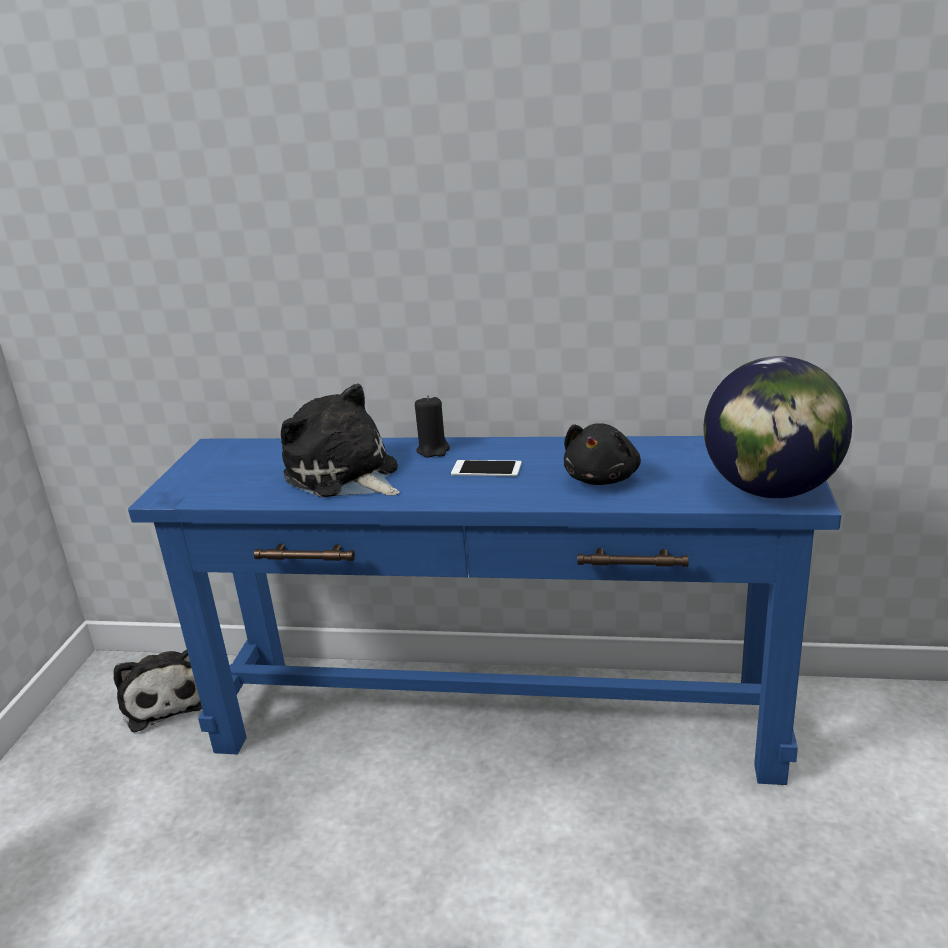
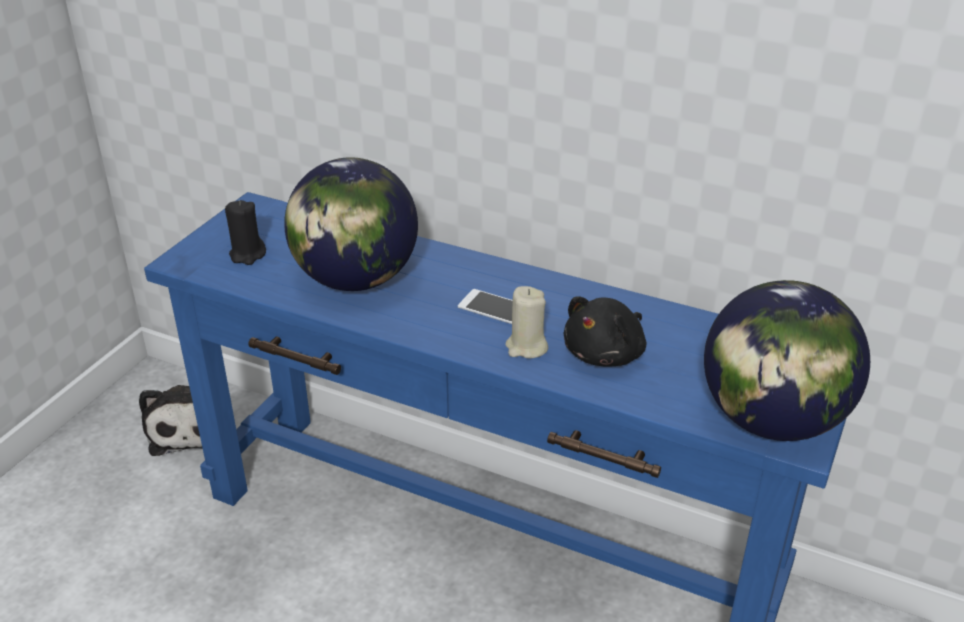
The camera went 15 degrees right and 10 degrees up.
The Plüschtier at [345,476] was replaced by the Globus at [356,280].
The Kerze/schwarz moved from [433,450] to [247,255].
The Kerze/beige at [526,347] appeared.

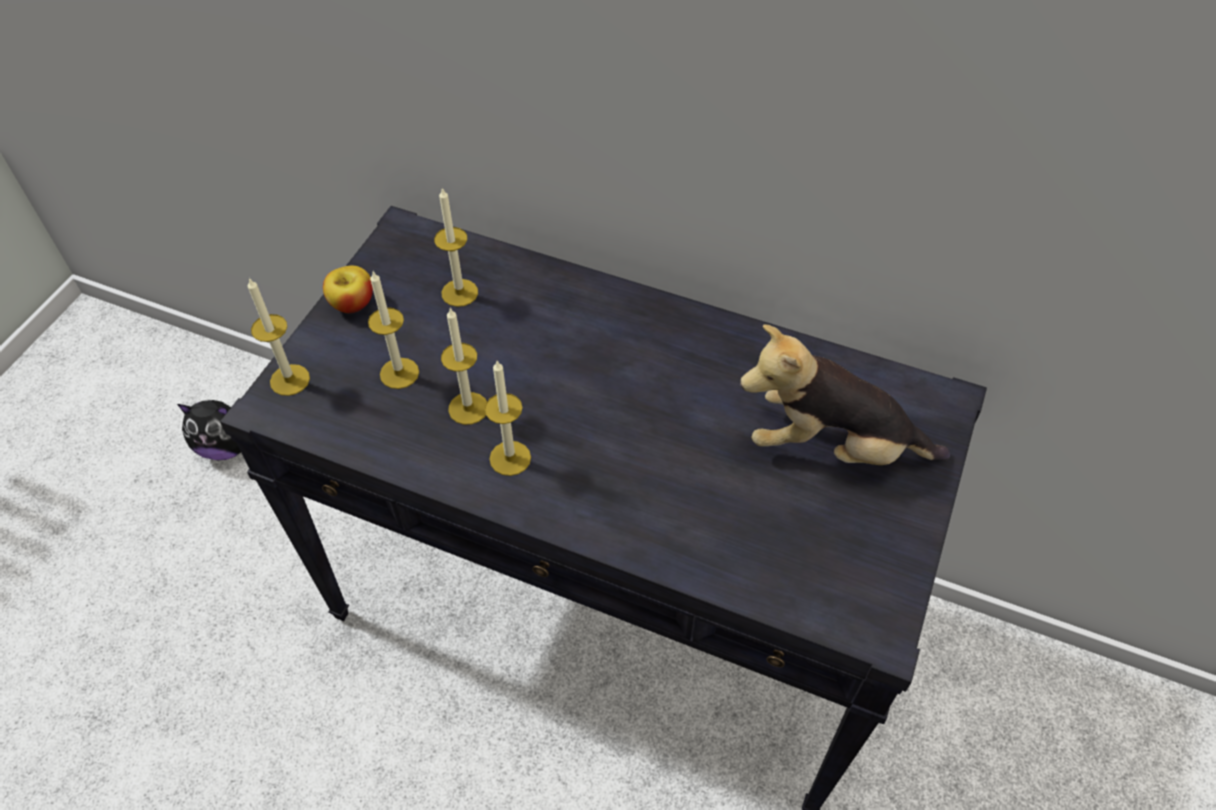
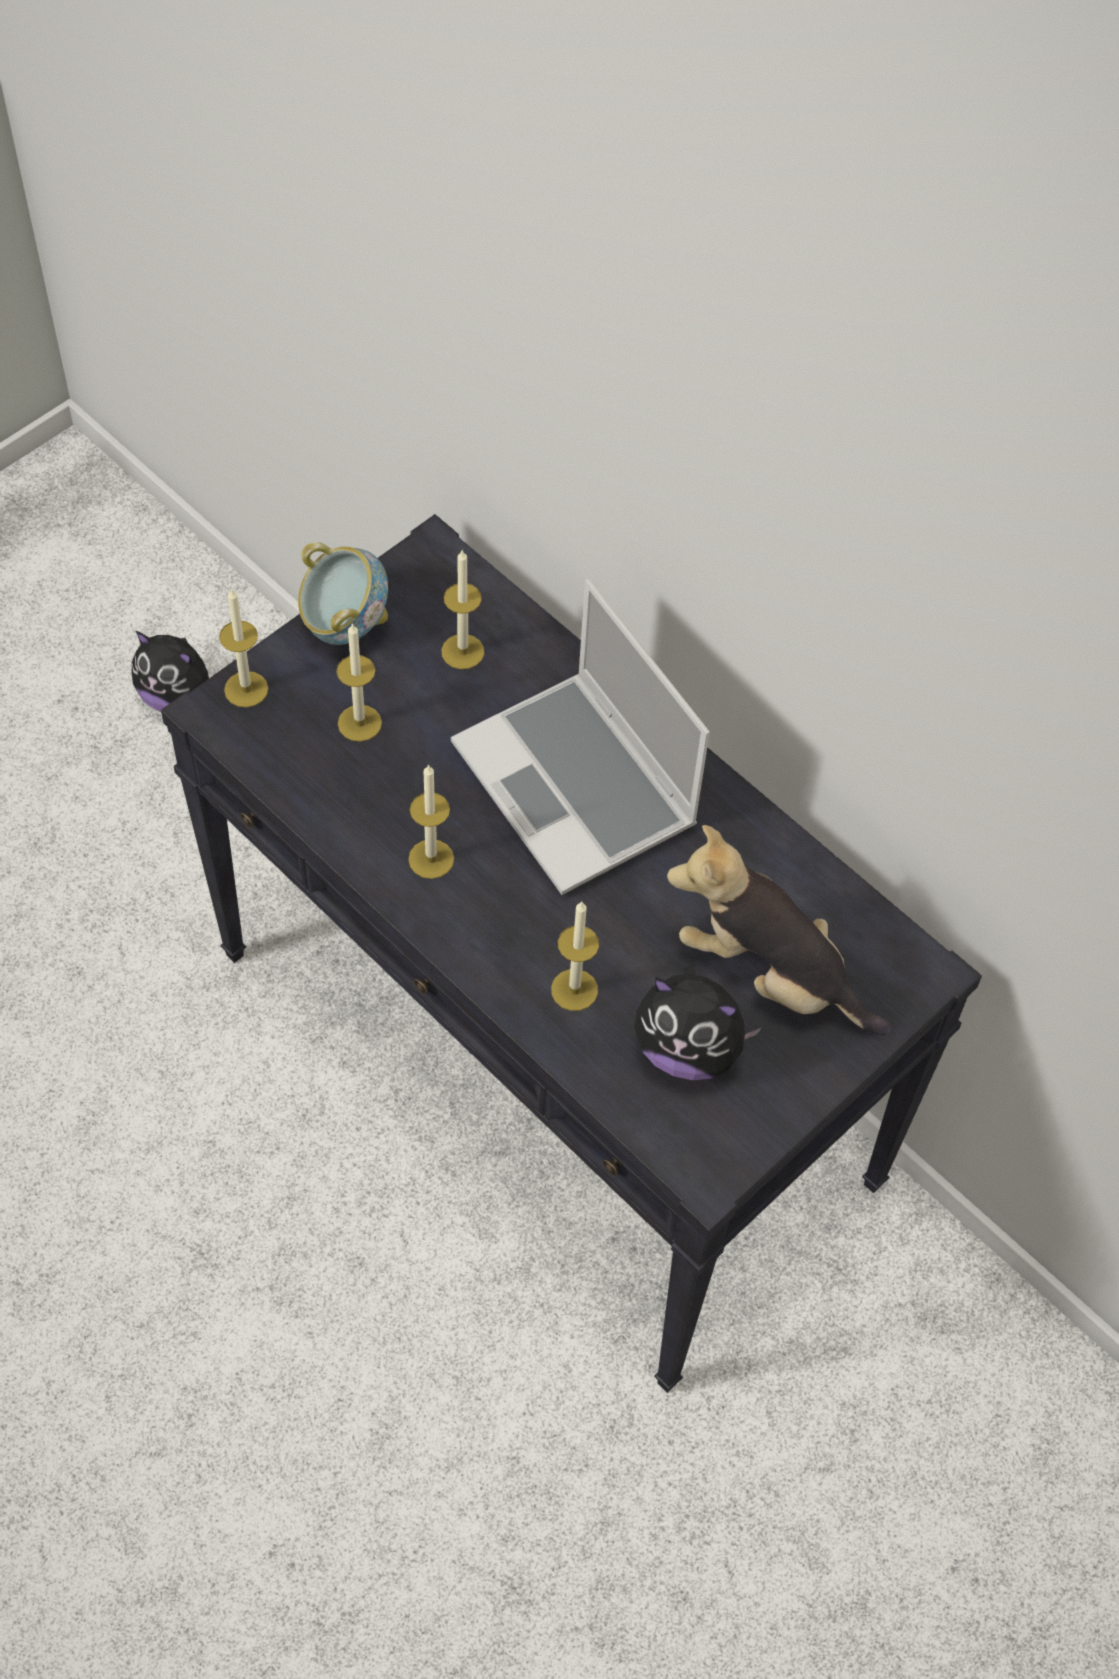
The camera went 20 degrees right and 5 degrees up.
The Apfel at [352,304] was replaced by the Schüssel at [344,623].
The Kerze moved from [468,408] to [574,990].
The Laptop at [578,786] appeared.
The Plüschtier at [688,1048] appeared.

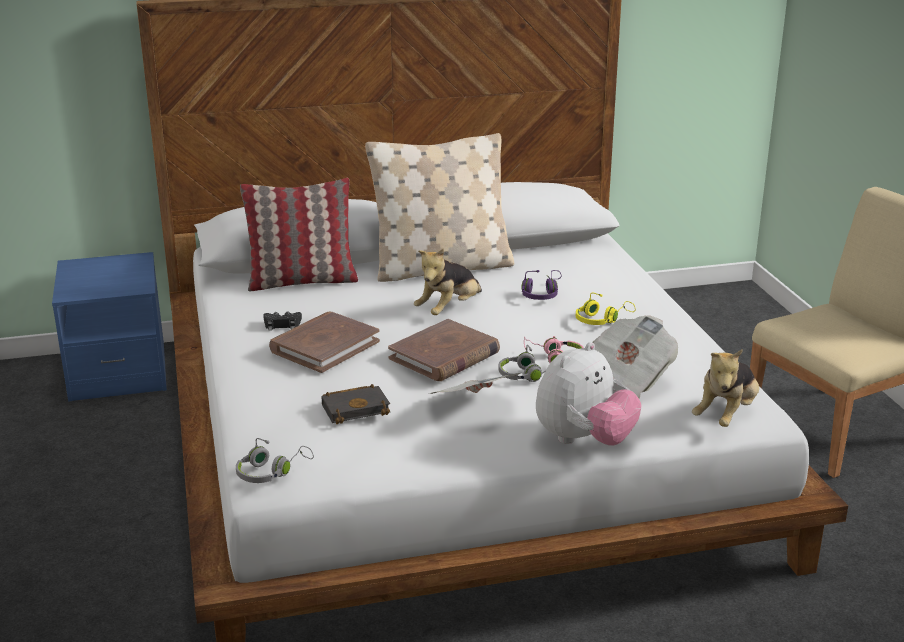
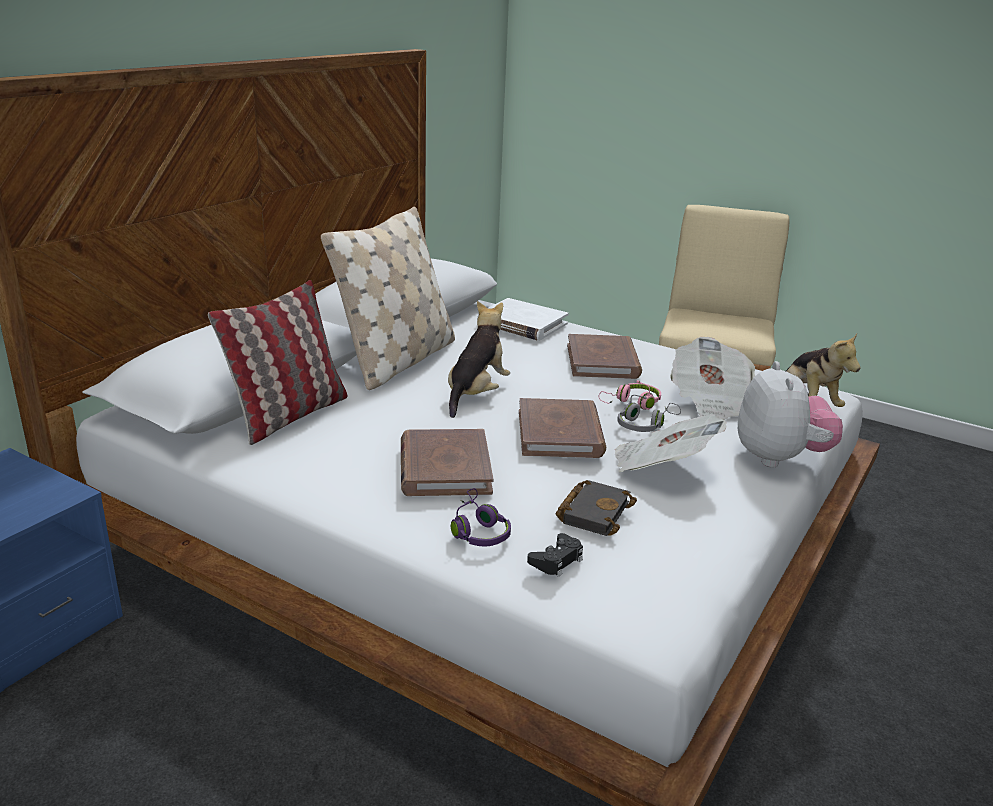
The camera went 45 degrees left and 0 degrees up.
The Plüschtier at [449,309] turned 150 degrees counterclockwise.
The Kopfhörer/lila moved from [541,293] to [478,530].
The Kopfhörer/gelb at [601,319] was replaced by the Buch/braun at [603,361].
The Gamepad/schwarz moved from [282,324] to [556,560].
The Kopfhörer/grau at [271,472] disappeared.
The Buch/weiß at [522,324] appeared.

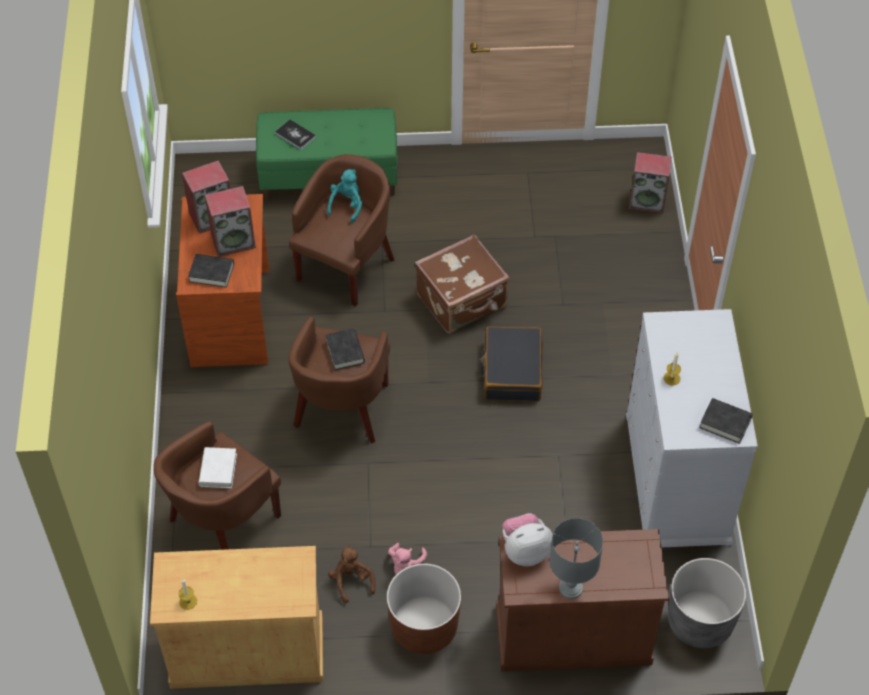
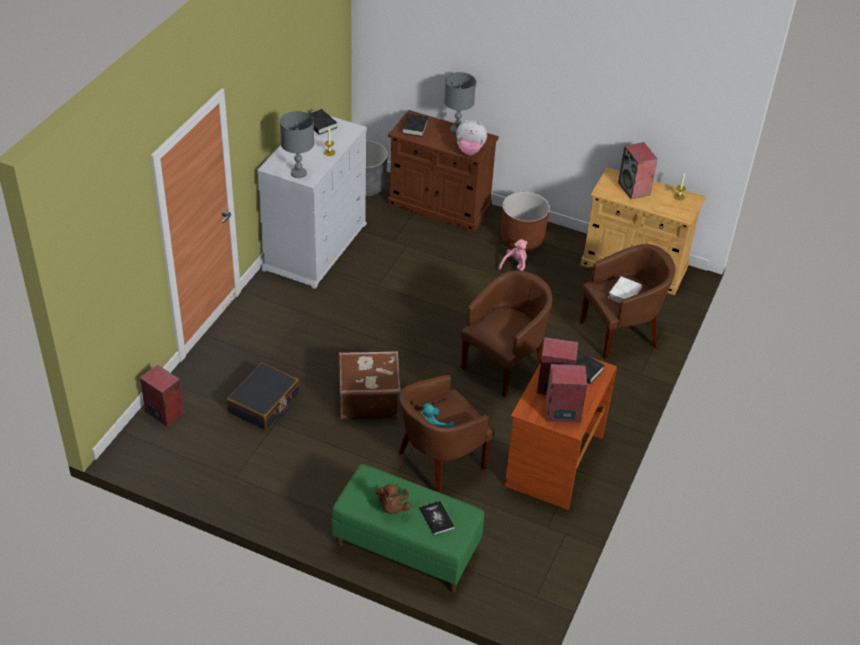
The camera went 155 degrees left and 10 degrees down.
The Koffer/schwarz moved from [512,371] to [264,403].
The Buch/schwarz moved from [345,351] to [414,127].
The Plüschtier/braun moved from [351,581] to [392,507].
The Tischlampe/grau at [298,173] appeared.
The Lautsprecher at [634,189] appeared.

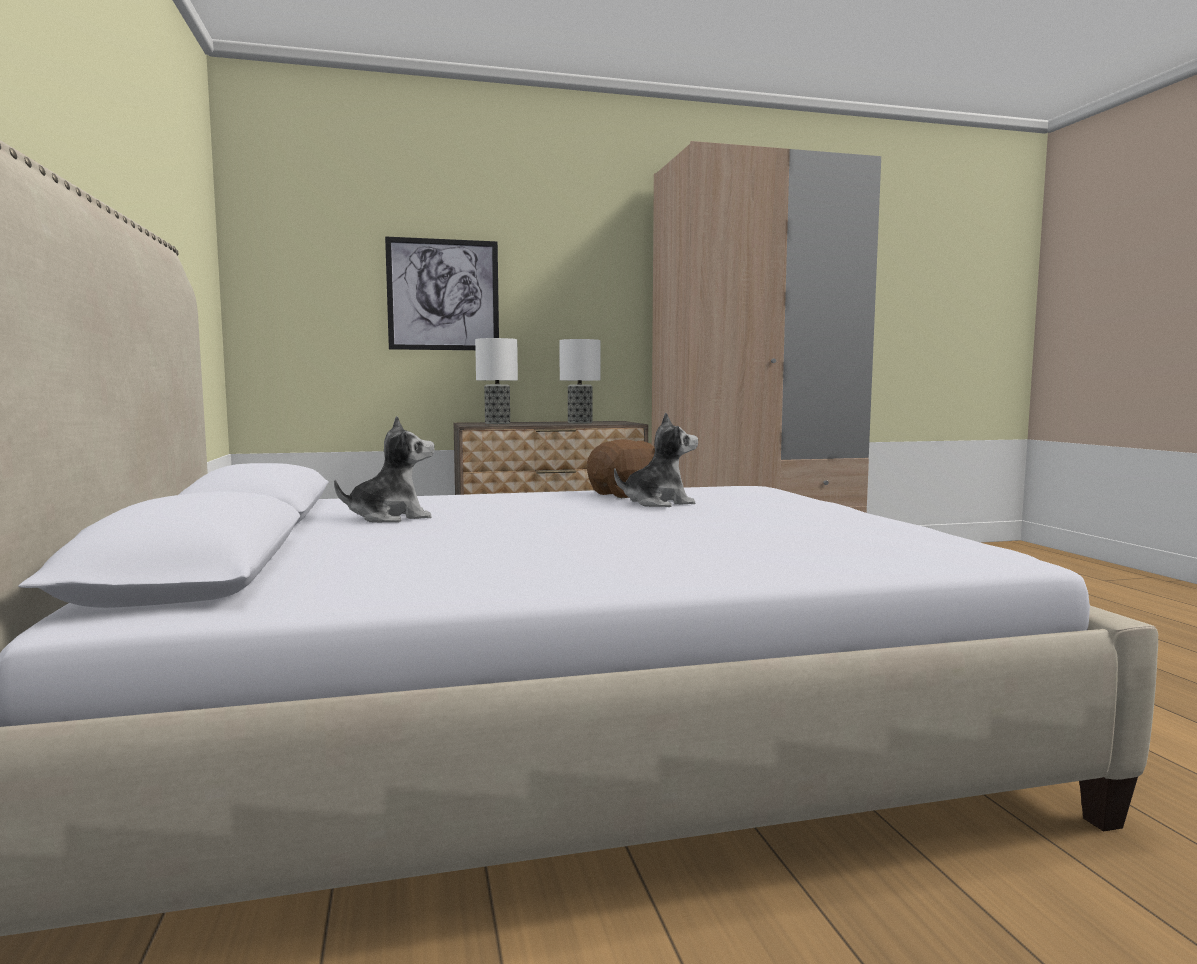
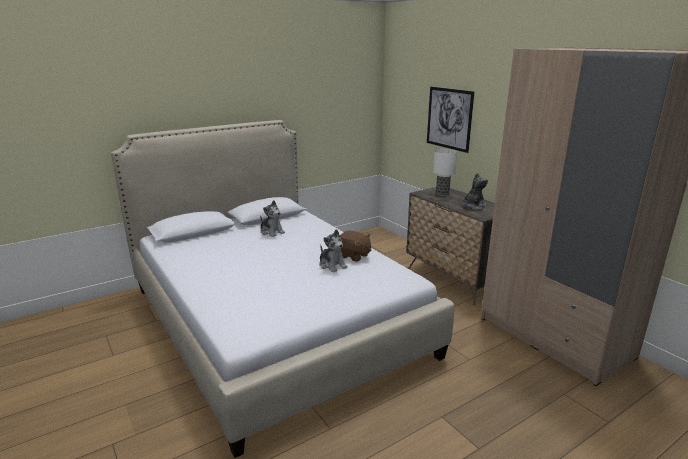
The camera went 70 degrees right and 15 degrees up.
The Tischlampe at [579,423] was replaced by the Plüschtier at [473,206].

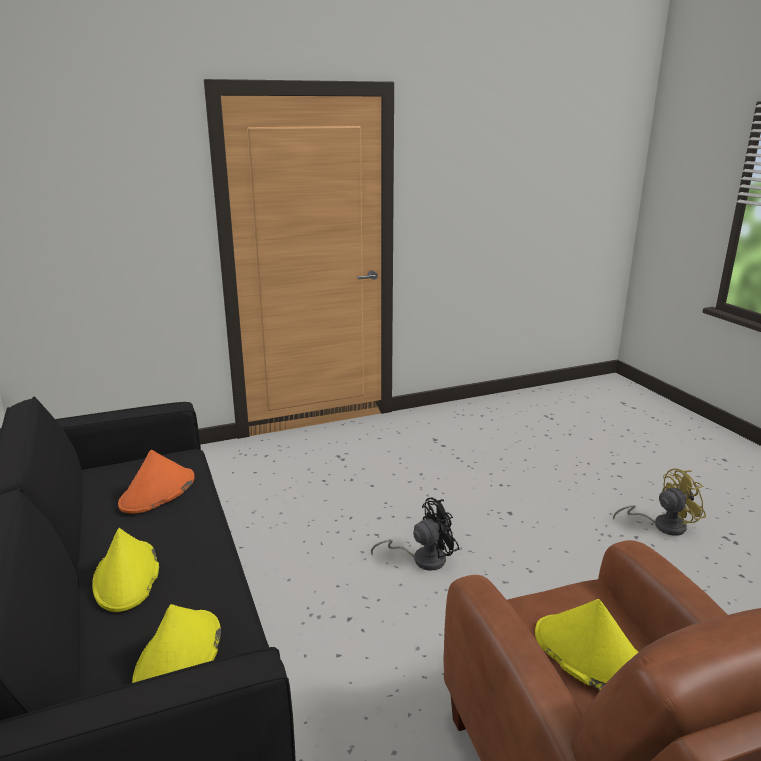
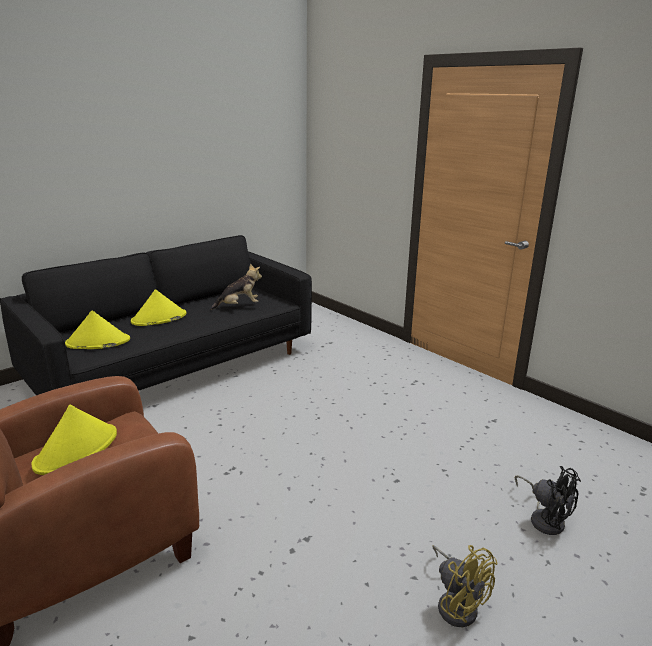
The camera went 70 degrees right and 0 degrees up.
The Hut/orange at [157,492] was replaced by the Plüschtier at [239,306].
The Ventilator/schwarz moved from [422,559] to [545,518].

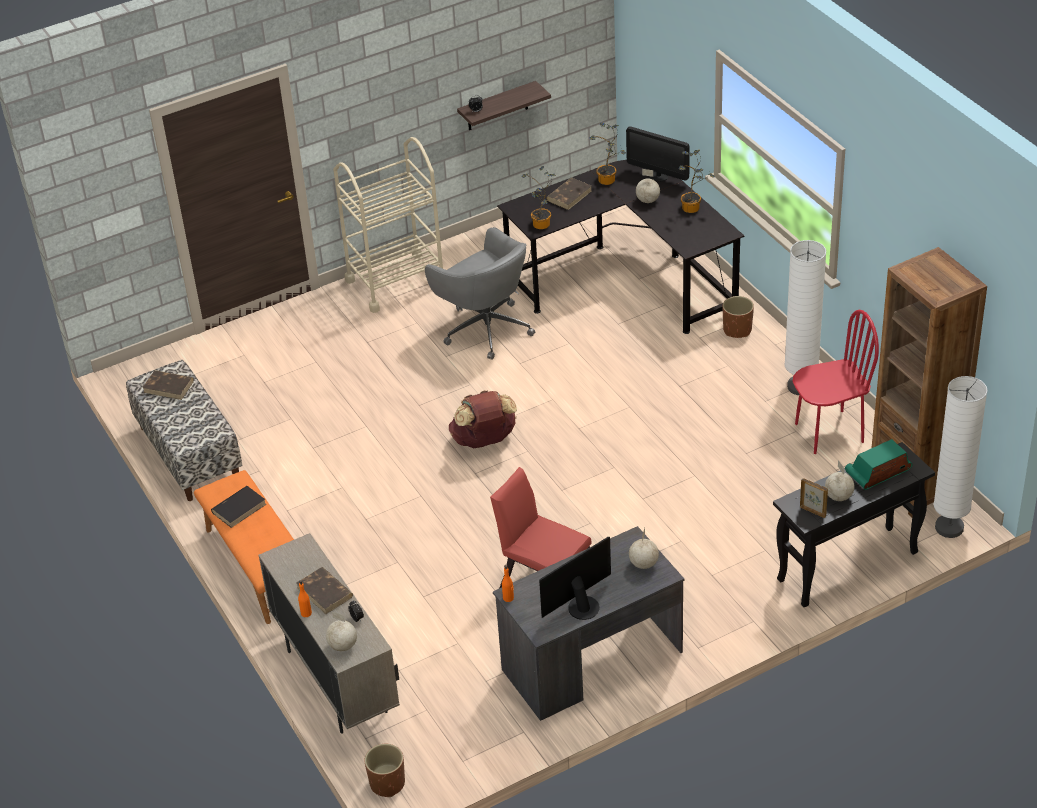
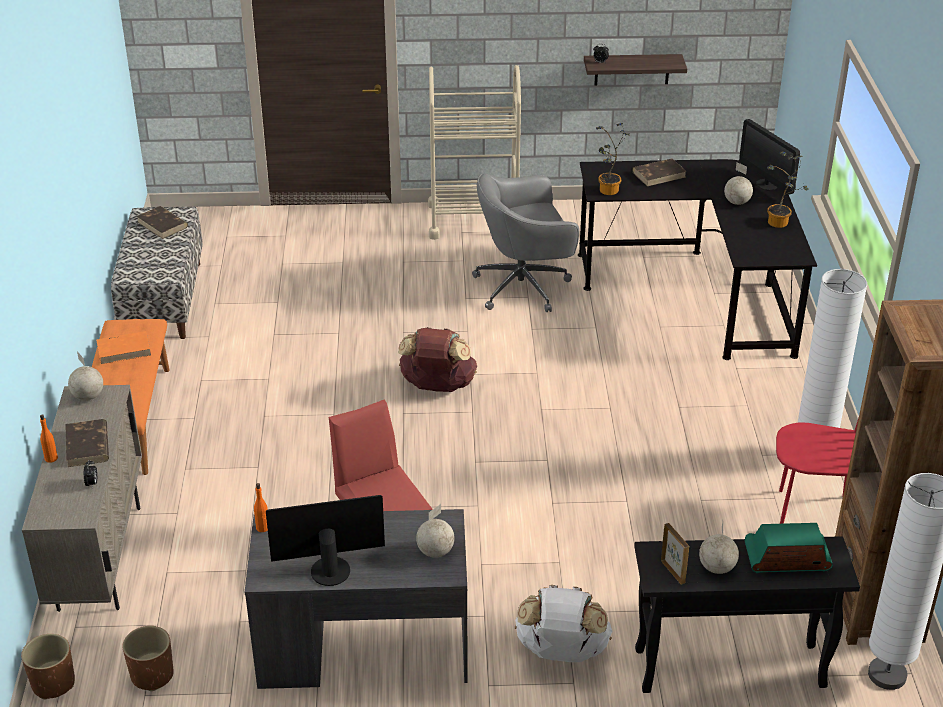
The camera went 25 degrees right and 5 degrees down.
The Topfpflanze at [608,181] disappeared.
The Bürostuhl/grau at [485,328] turned 90 degrees clockwise.
The Pflanzkübel/braun moved from [737,330] to [151,675].
The Buch/schwarz at [239,508] became the Buch/orange at [124,349].
The Globus moved from [343,646] to [88,397].
The Rucksack/weiß at [561,652] appeared.

